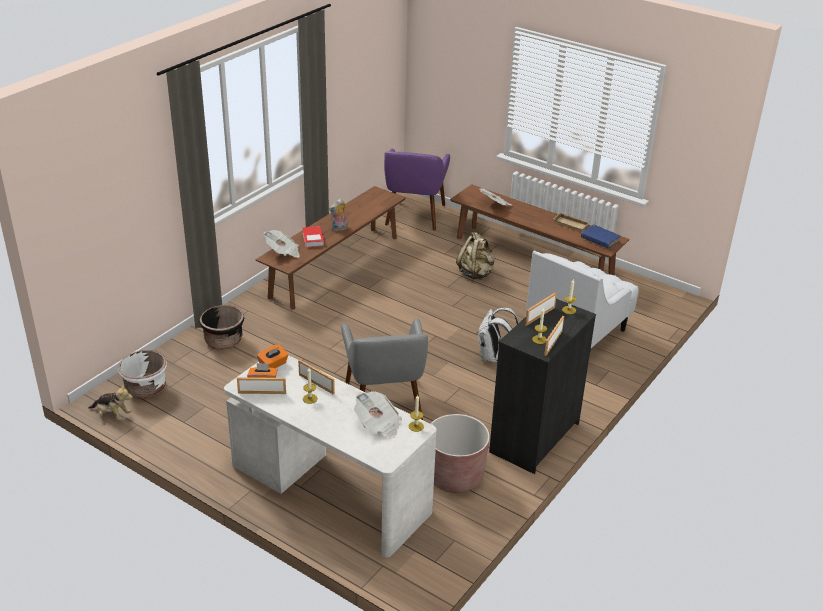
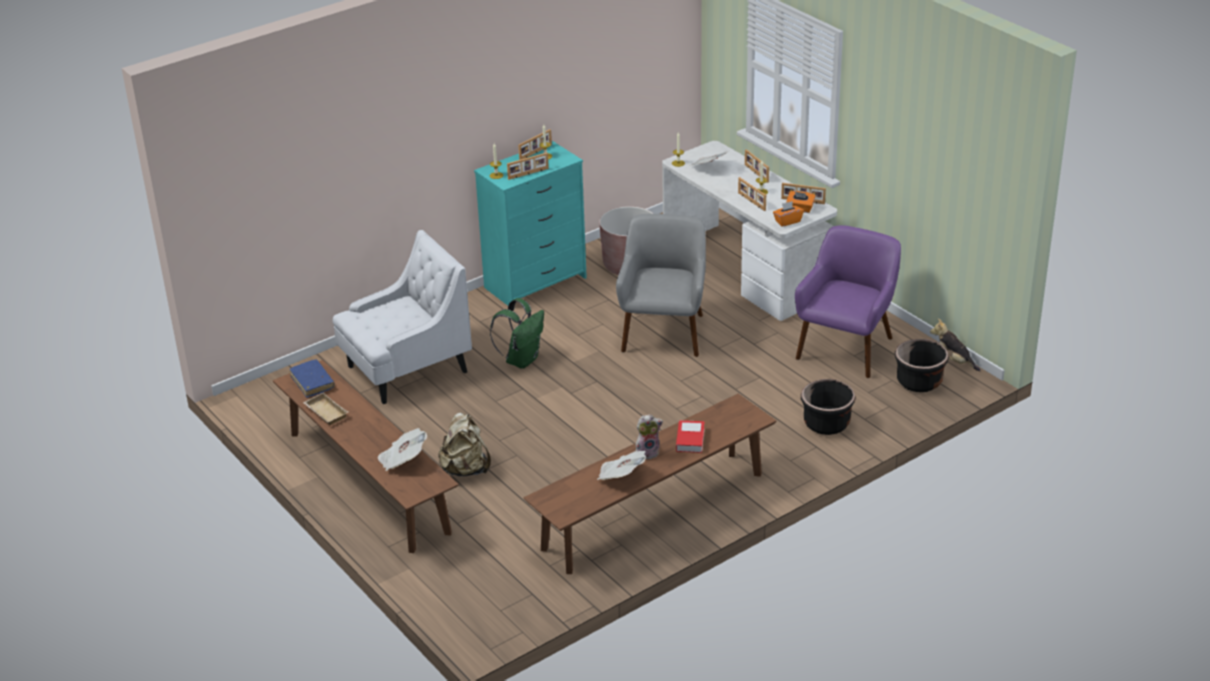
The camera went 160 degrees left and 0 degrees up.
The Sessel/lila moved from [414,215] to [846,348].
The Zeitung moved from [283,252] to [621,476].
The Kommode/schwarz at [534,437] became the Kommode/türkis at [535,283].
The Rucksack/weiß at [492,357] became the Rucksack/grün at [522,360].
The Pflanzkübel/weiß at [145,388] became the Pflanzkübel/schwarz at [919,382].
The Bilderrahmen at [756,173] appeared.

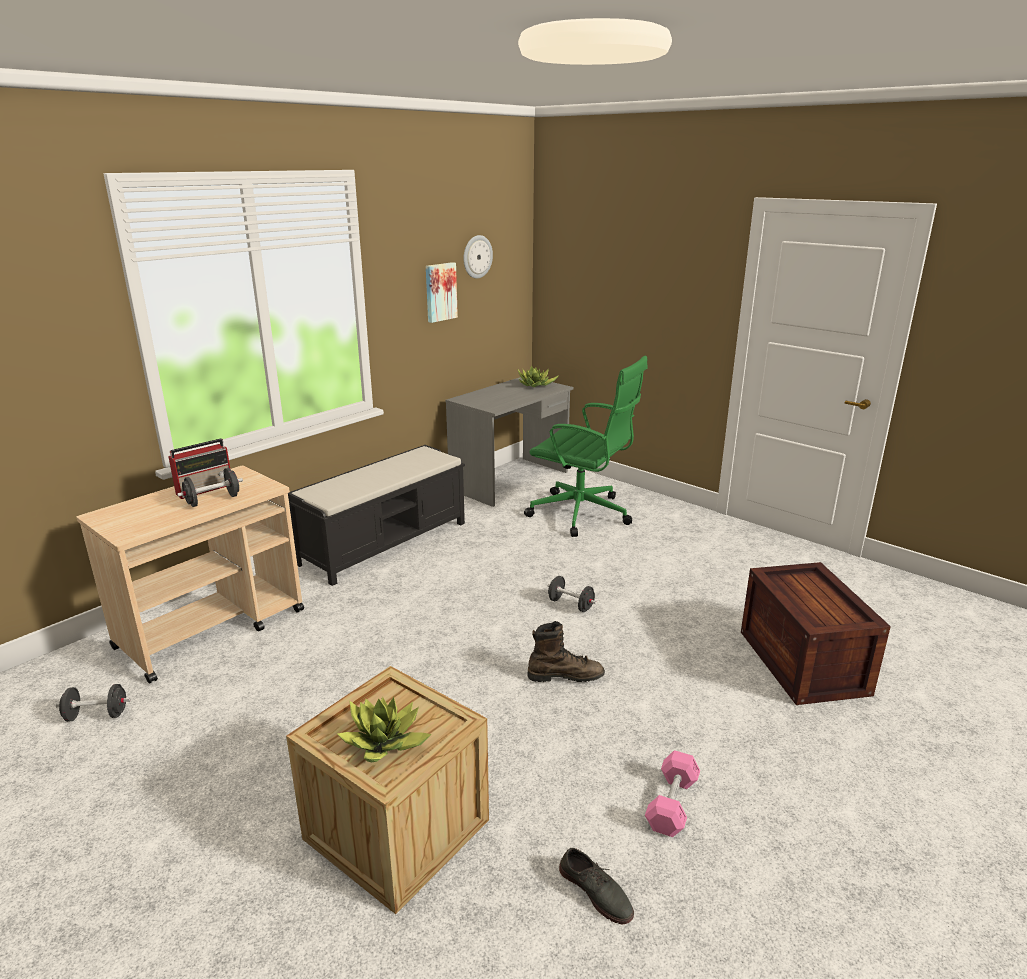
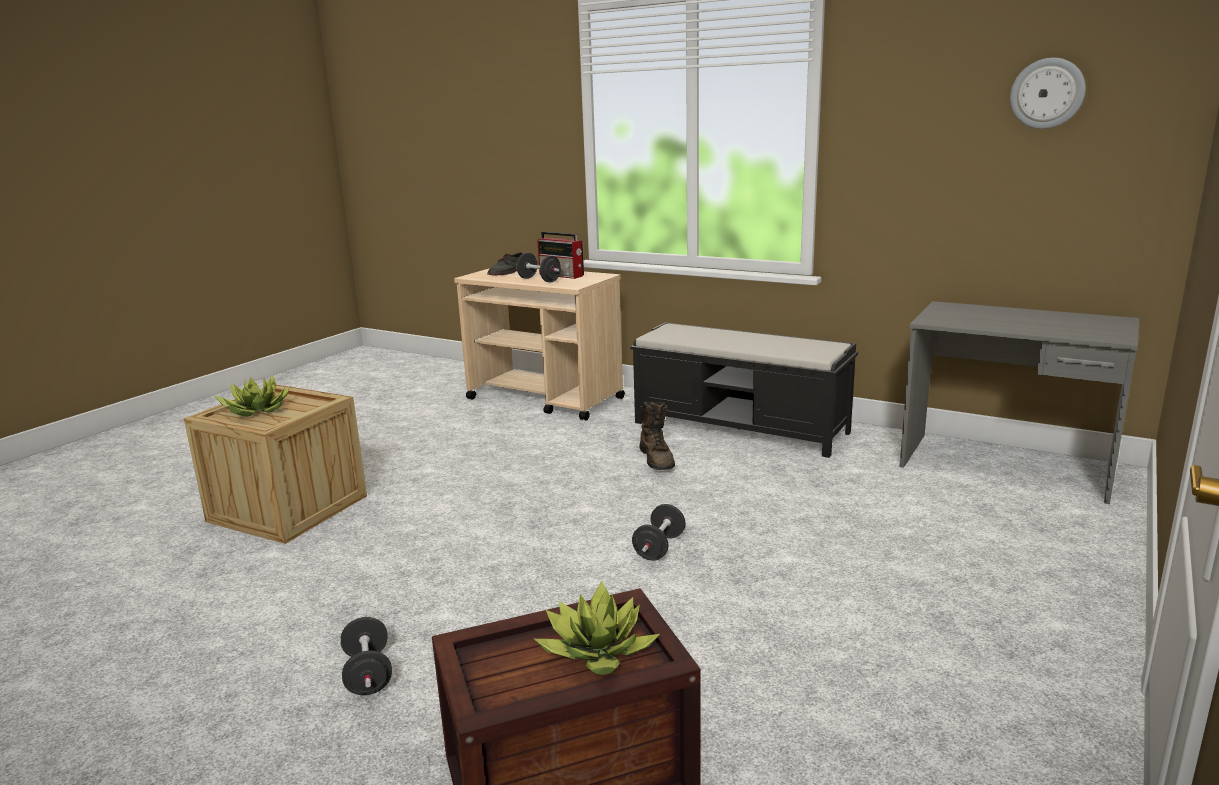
The camera went 80 degrees right and 5 degrees down.
The Bild at [440,292] disappeared.
The Bürostuhl/grün at [583,514] disappeared.
The Topfpflanze moved from [535,385] to [598,652].
The Stiefel/braun moved from [565,675] to [657,460].
The Hantel/schwarz moved from [97,715] to [368,674].
The Hantel/rosa at [672,804] disappeared.
The Schuh/grau moved from [596,891] to [508,272].

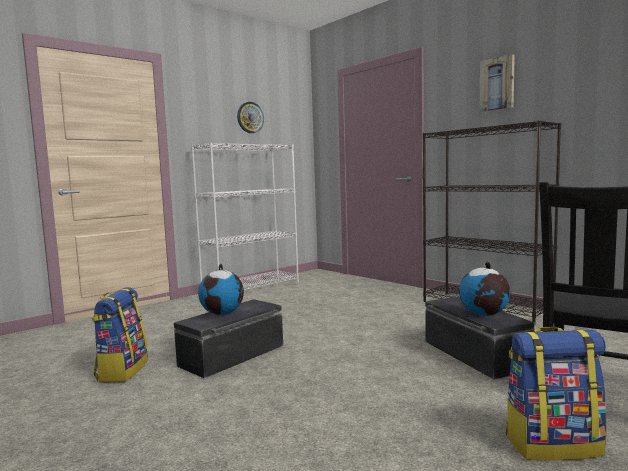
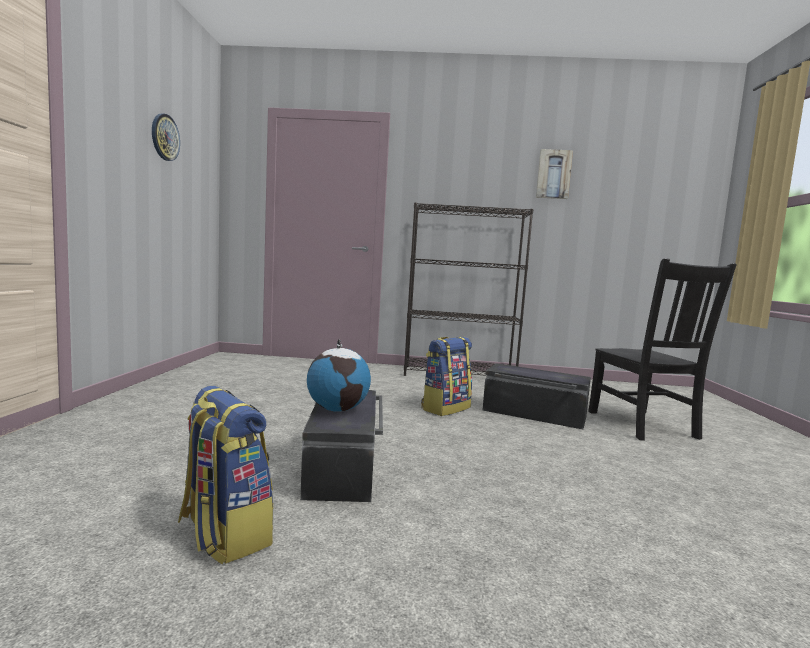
The camera went 45 degrees left and 0 degrees up.
The Bild moved from [497,84] to [553,174].
The Bücherregal/weiß at [252,288] disappeared.
The Globus at [484,314] disappeared.
The Rucksack moved from [552,444] to [445,408].

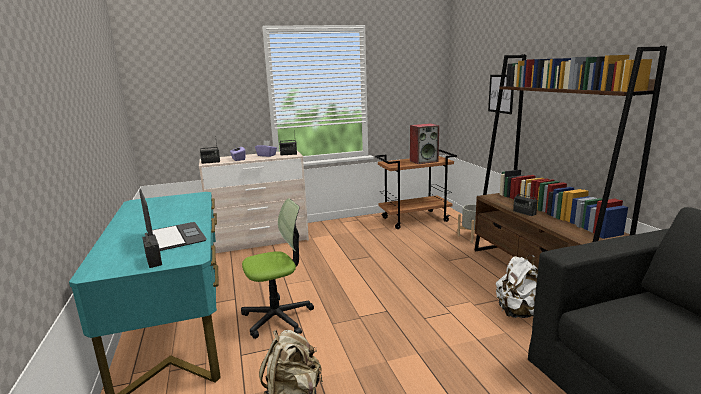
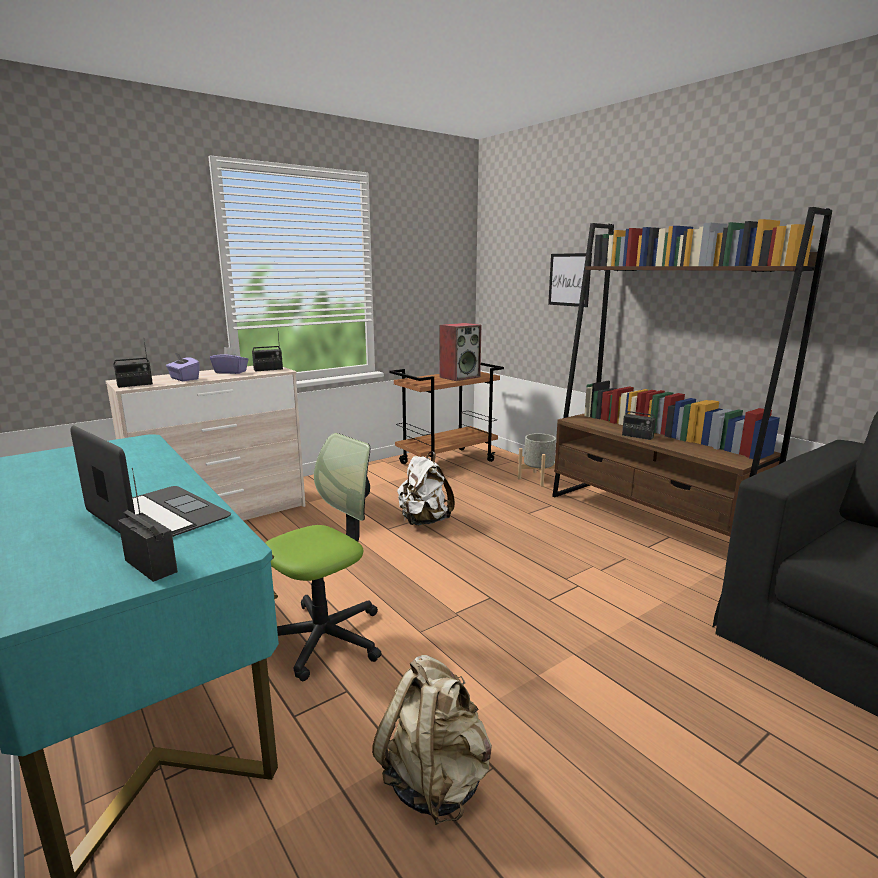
The camera went 20 degrees left and 0 degrees up.
The Rucksack/weiß moved from [518,313] to [424,521].

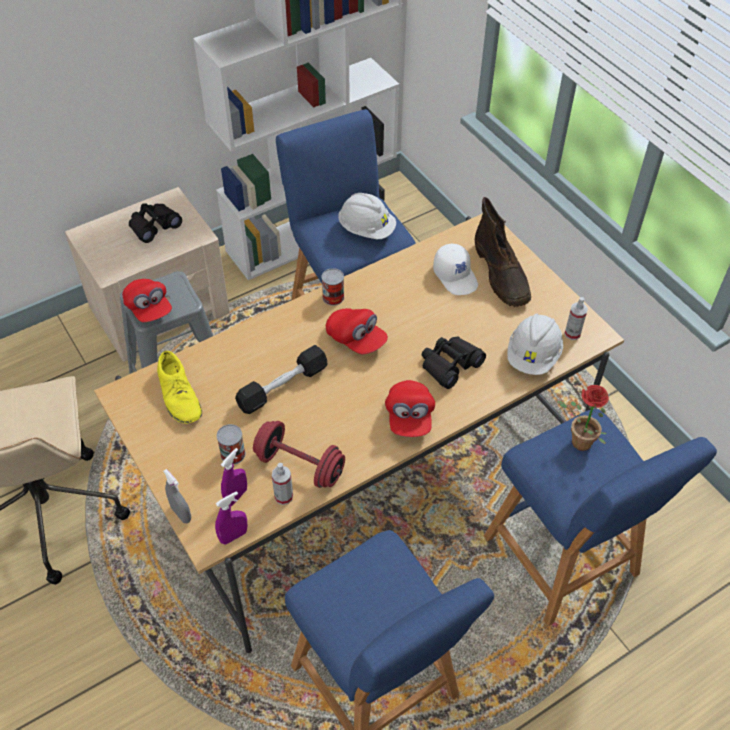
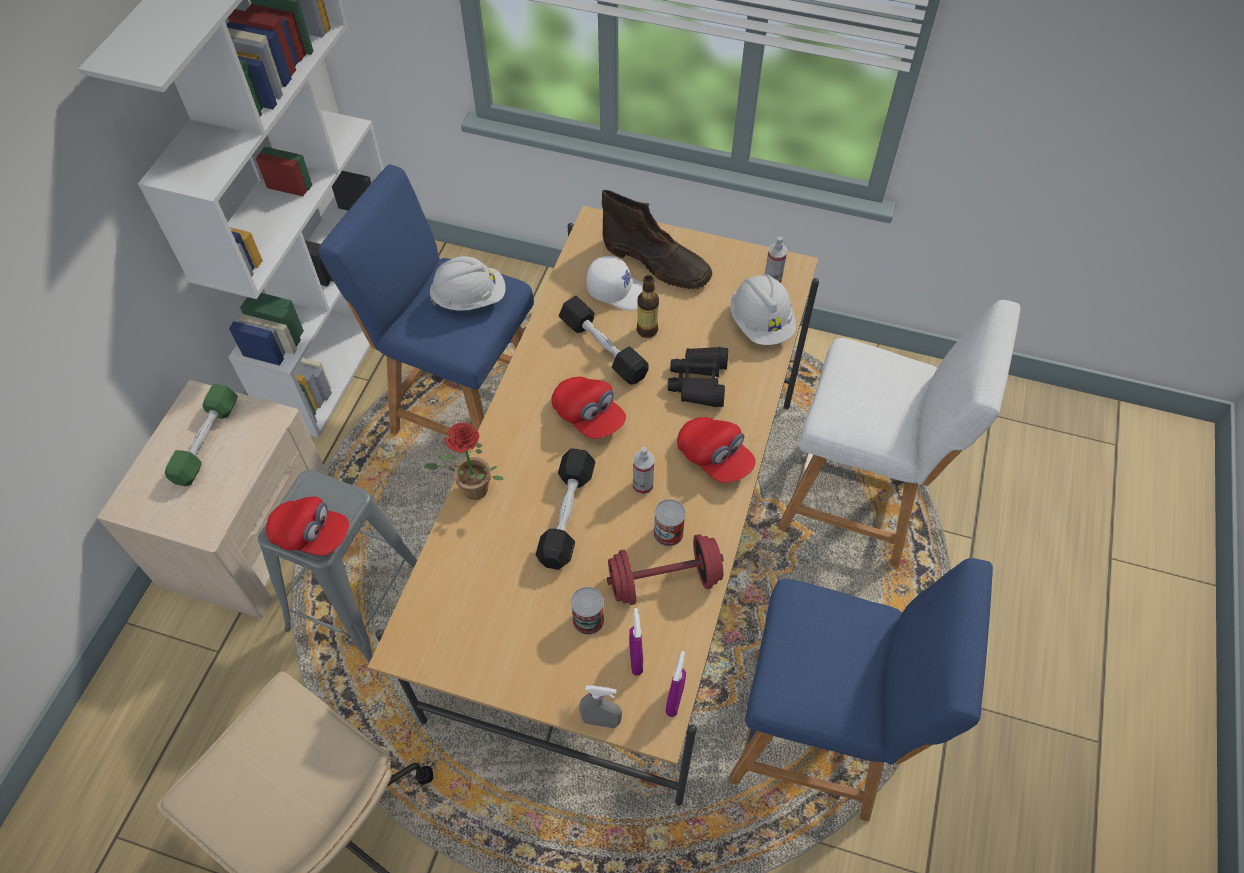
The camera went 40 degrees left and 5 degrees up.
The Fernglas/schwarz at [154,226] was replaced by the Hantel/grün at [206,441].
The Dose moved from [333,297] to [668,533].
The Kappe/rot at [356,339] turned 45 degrees clockwise.
The Schuh/gelb at [179,395] disappeared.
The Topfpflanze moved from [577,442] to [471,492].
The Hocker/blau at [565,561] became the Hocker/weiß at [860,500].
The Sprühflasche moved from [283,496] to [642,485].
The Flasche at [647,330] appeared.
The Hantel/schwarz at [603,349] appeared.

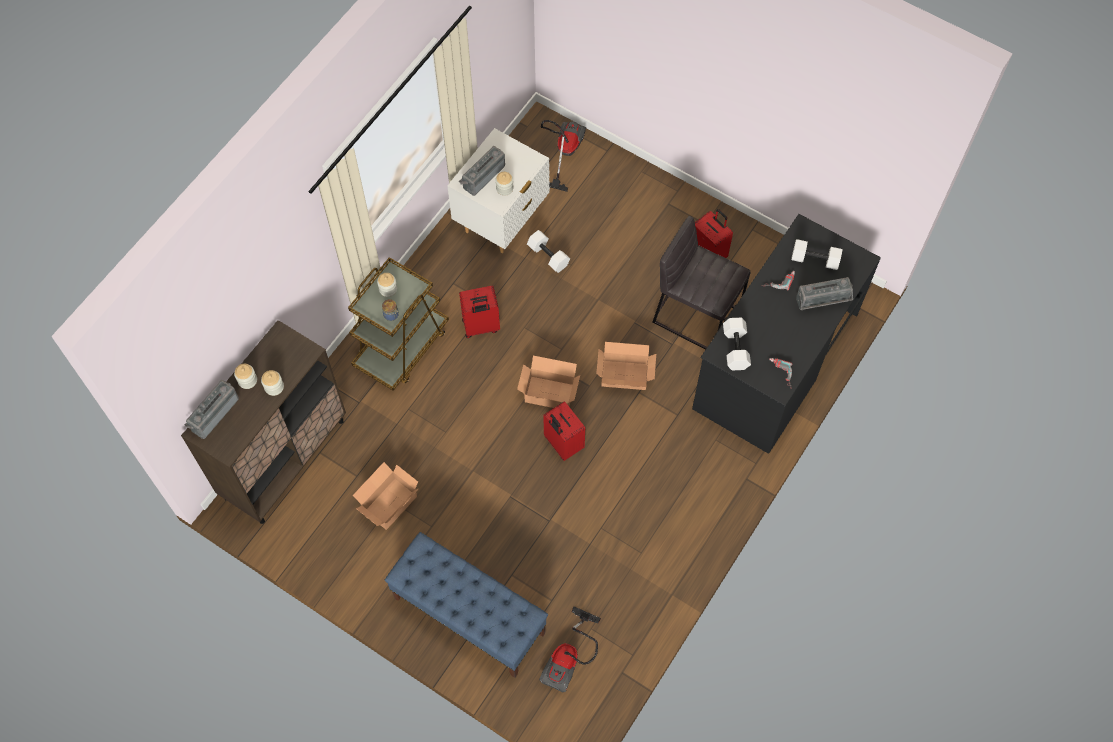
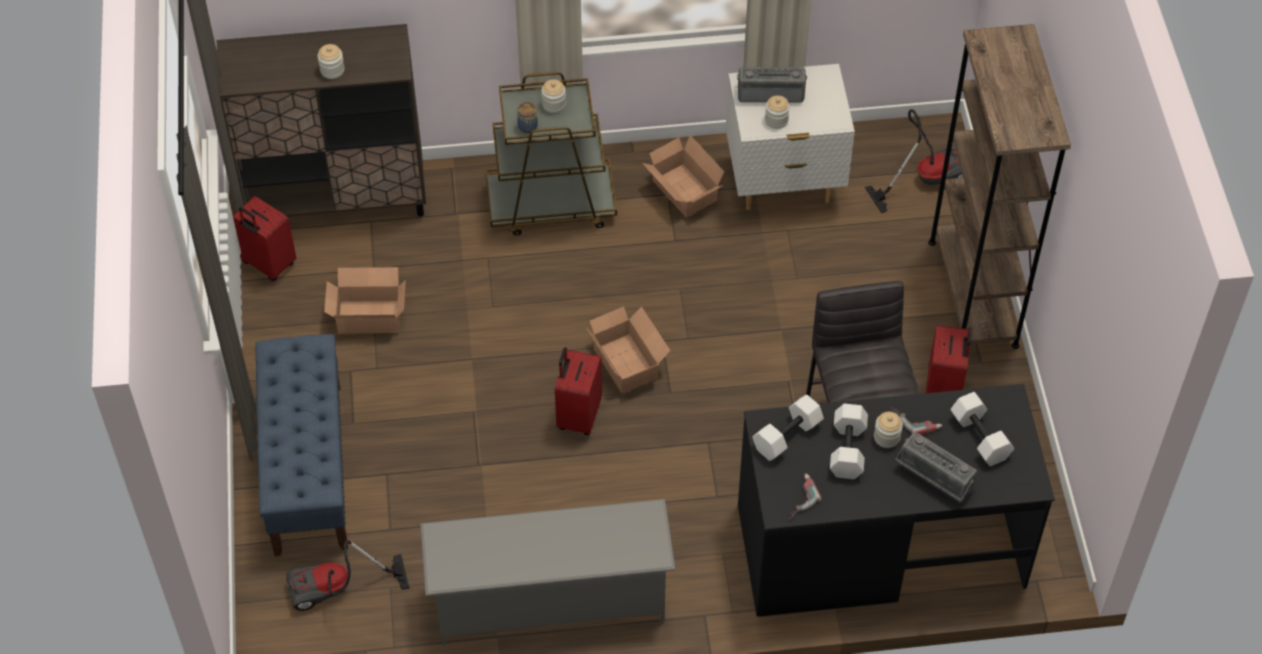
The camera went 50 degrees right and 10 degrees down.
The Hantel/weiß moved from [549,256] to [848,450].
The Koffer/rot moved from [481,327] to [268,264].
The Karton moved from [625,377] to [683,192].
The Vorratsglas moved from [247,380] to [886,437].
The Radio at [213,413] disappeared.
The Bücherregal/braun at [973,293] appeared.
The Schuhregal/grau at [550,600] appeared.

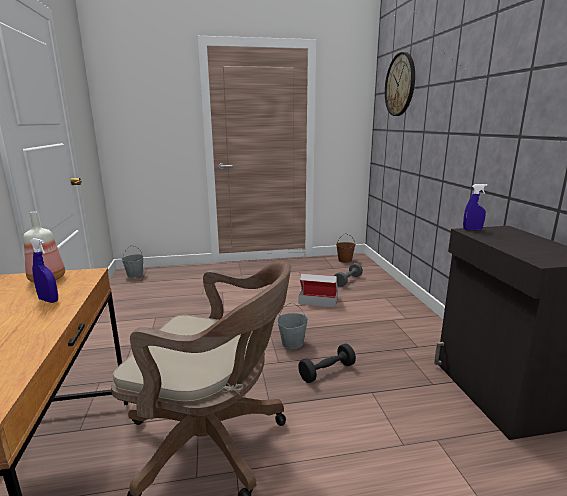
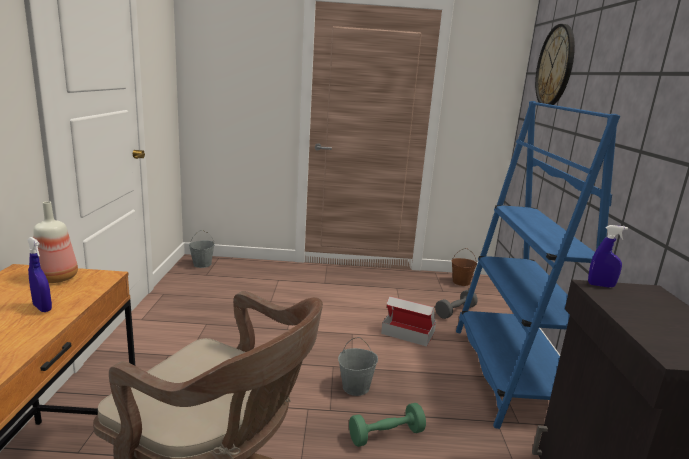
The camera went 10 degrees right and 0 degrees up.
The Hantel/schwarz at [327,372] became the Hantel/grün at [386,435].
The Bücherregal/blau at [511,374] appeared.

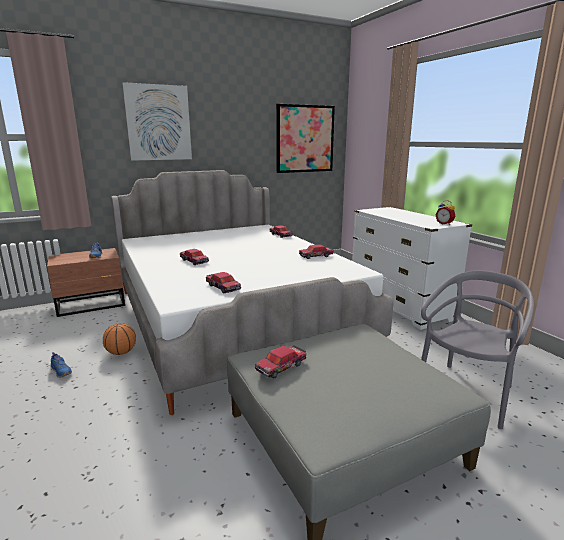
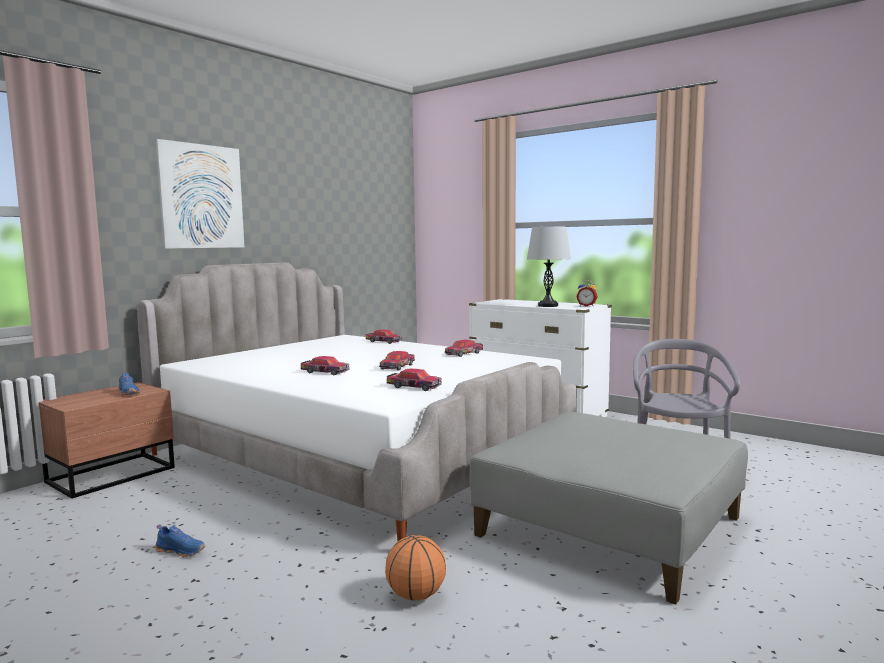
The camera went 25 degrees left and 10 degrees down.
The Bild at [305,139] disappeared.
The Basketball moved from [121,352] to [416,595].
The Spielzeugauto moved from [281,366] to [398,366].
The Tischlampe/grau at [548,306] appeared.

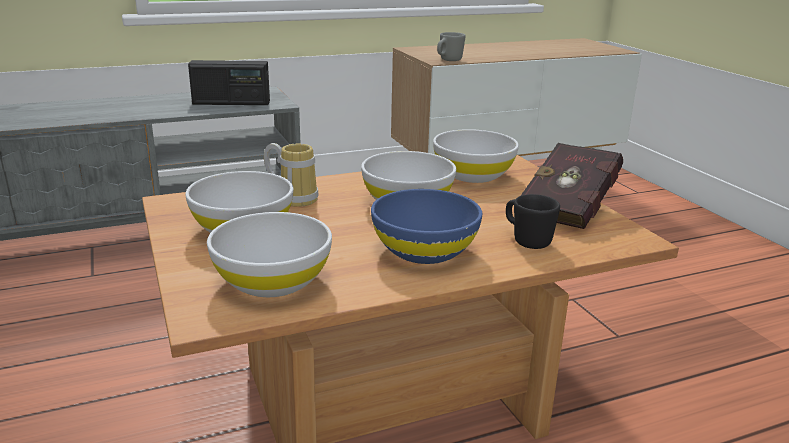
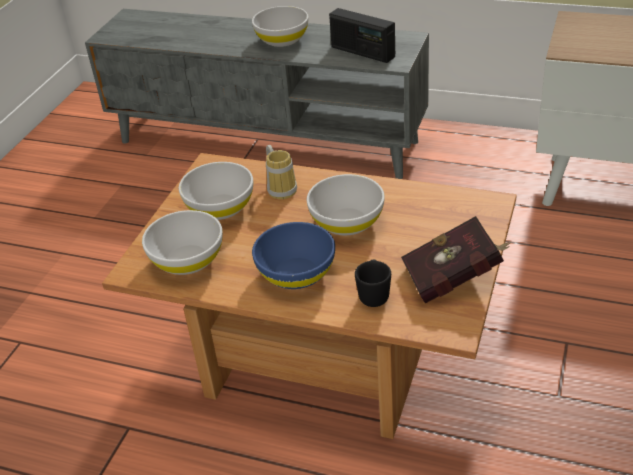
The camera went 45 degrees right and 15 degrees up.
The Henkelbecher/grau at [448,60] disappeared.
The Schüssel/weiß moved from [473,175] to [282,40].

